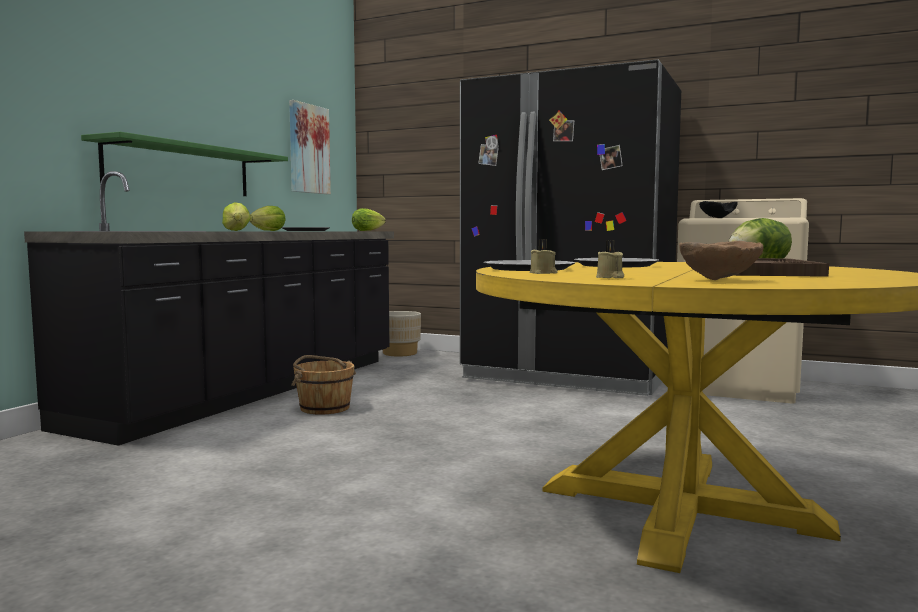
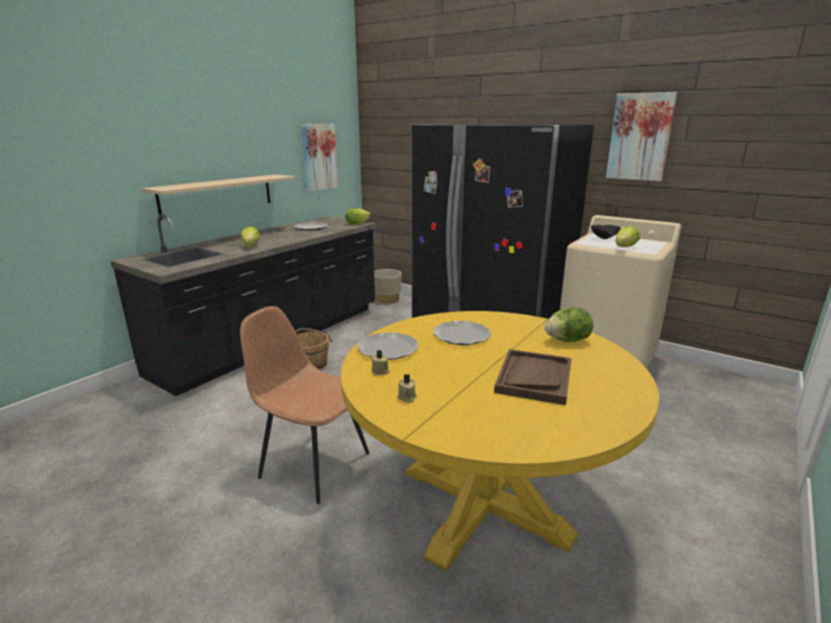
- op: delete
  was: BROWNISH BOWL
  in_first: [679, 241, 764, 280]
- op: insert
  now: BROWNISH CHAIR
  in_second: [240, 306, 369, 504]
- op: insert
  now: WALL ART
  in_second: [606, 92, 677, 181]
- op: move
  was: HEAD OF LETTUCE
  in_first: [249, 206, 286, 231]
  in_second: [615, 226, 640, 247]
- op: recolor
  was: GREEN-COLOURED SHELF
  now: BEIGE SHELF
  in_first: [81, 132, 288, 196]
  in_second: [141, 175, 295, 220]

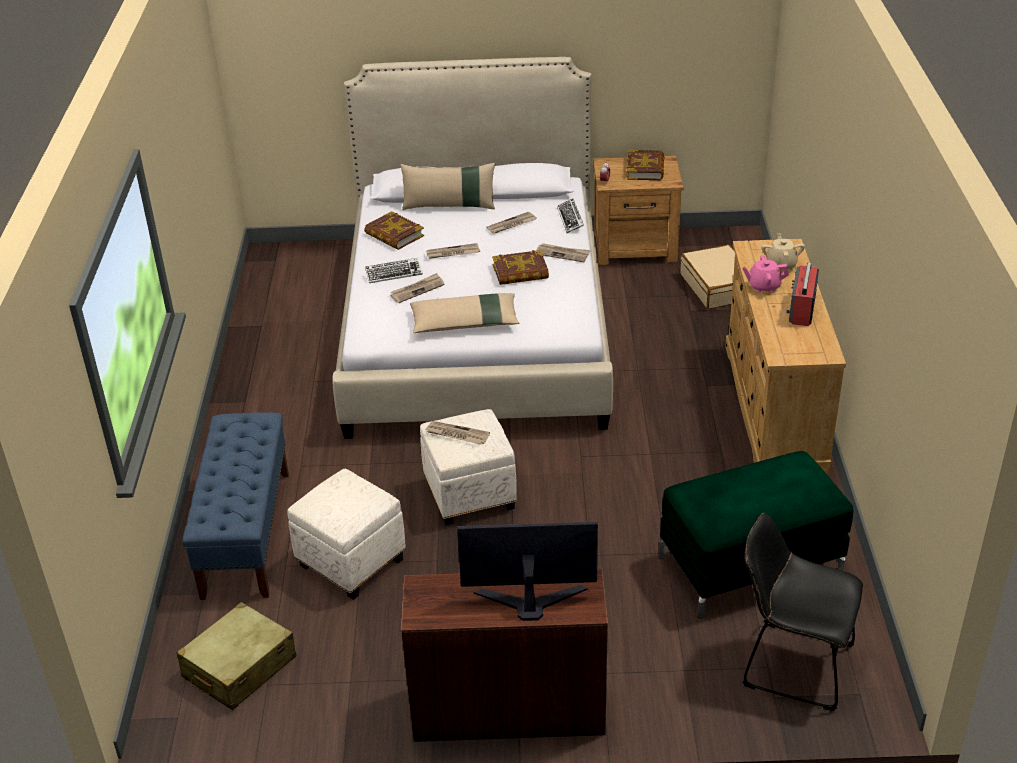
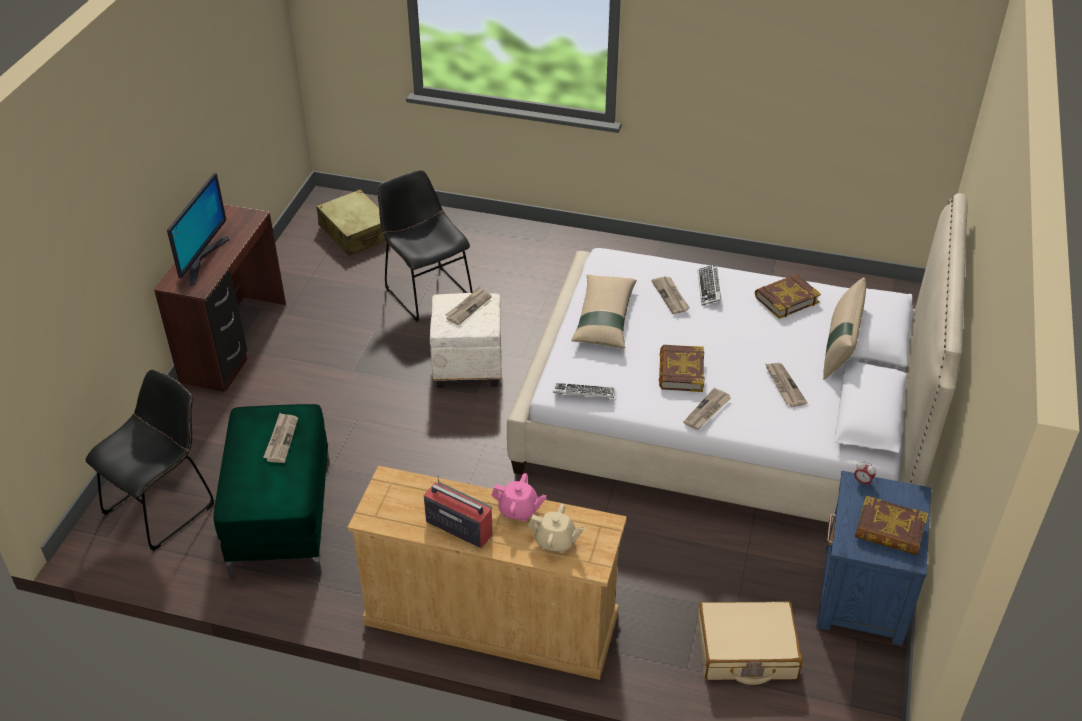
- op: delete
  was: BLUISH INDOOR BENCH
  in_first: [182, 412, 289, 600]
- op: move
  was: NEWSPAPER
  in_first: [426, 243, 480, 259]
  in_second: [263, 413, 298, 463]
- op: move
  was: COMPUTER KEYBOARD
  in_first: [557, 199, 584, 233]
  in_second: [553, 383, 615, 400]
- op: replace
  was: WHITE POUFFE
  now: BLACKISH CHAIR
  in_first: [287, 469, 406, 600]
  in_second: [377, 170, 473, 322]
- op: recolor
  was: BROWNISH NIGHTSTAND
  now: BLUISH NIGHTSTAND
  in_first: [593, 156, 684, 265]
  in_second: [816, 471, 931, 646]
- op: rotate
  was: PINK-COLOURED TEAPOT
  in_first: [742, 255, 789, 293]
  in_second: [491, 473, 547, 521]
  clockwise: 90

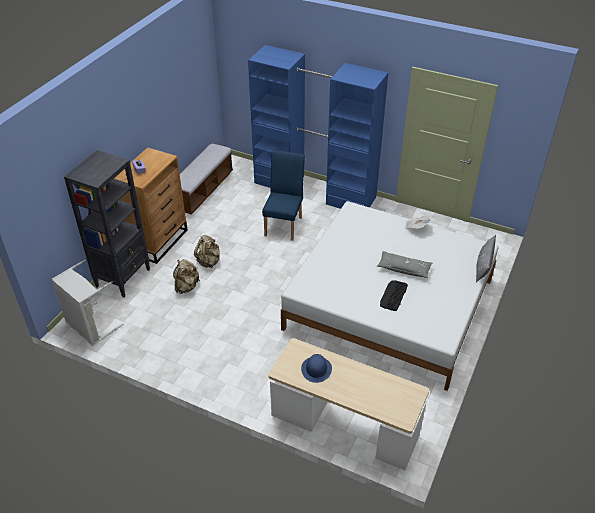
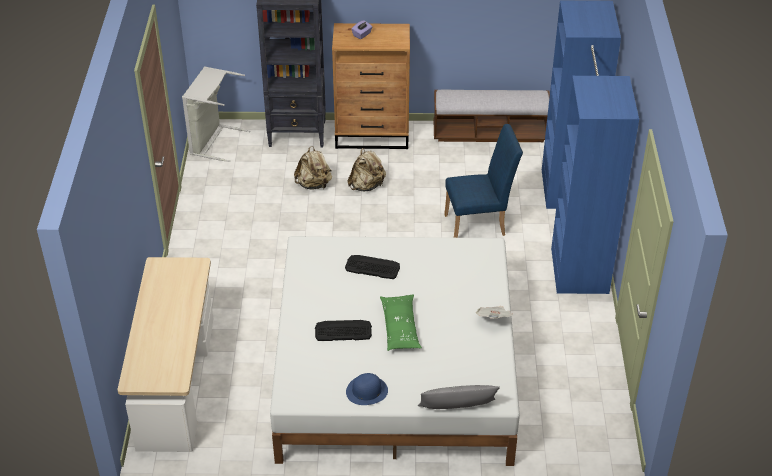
- op: insert
  now: COMPUTER KEYBOARD
  in_second: [345, 255, 400, 279]
- op: move
  was: BLUISH WEARABLE HAT
  in_first: [301, 354, 332, 383]
  in_second: [346, 373, 388, 405]
- op: recolor
  was: GRAY CUSHION
  now: GREEN-COLOURED CUSHION
  in_first: [377, 251, 432, 278]
  in_second: [380, 295, 422, 351]

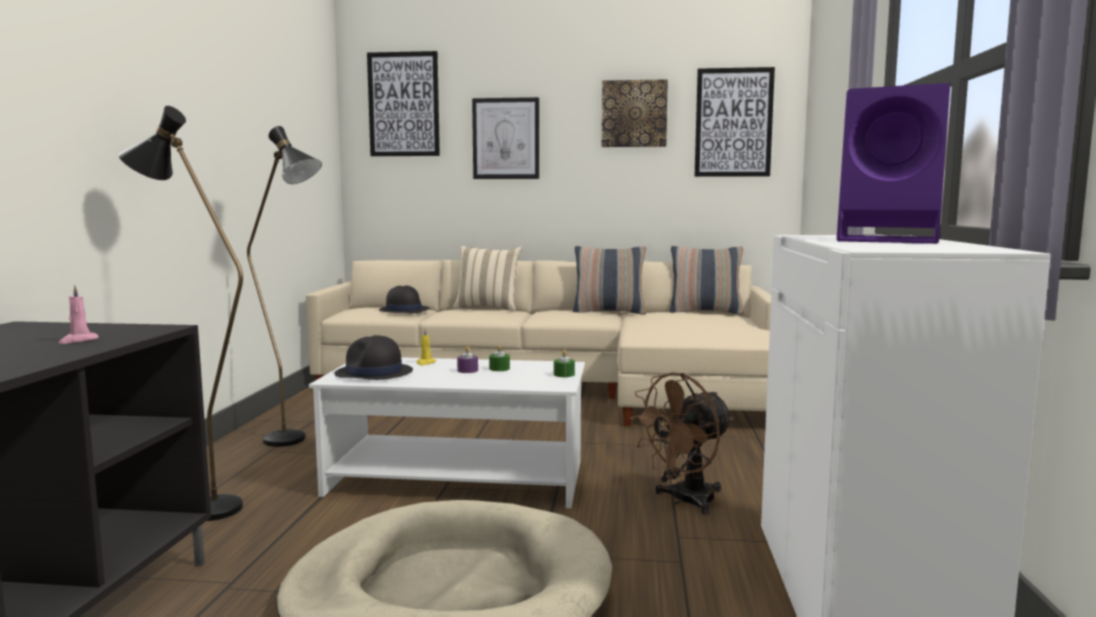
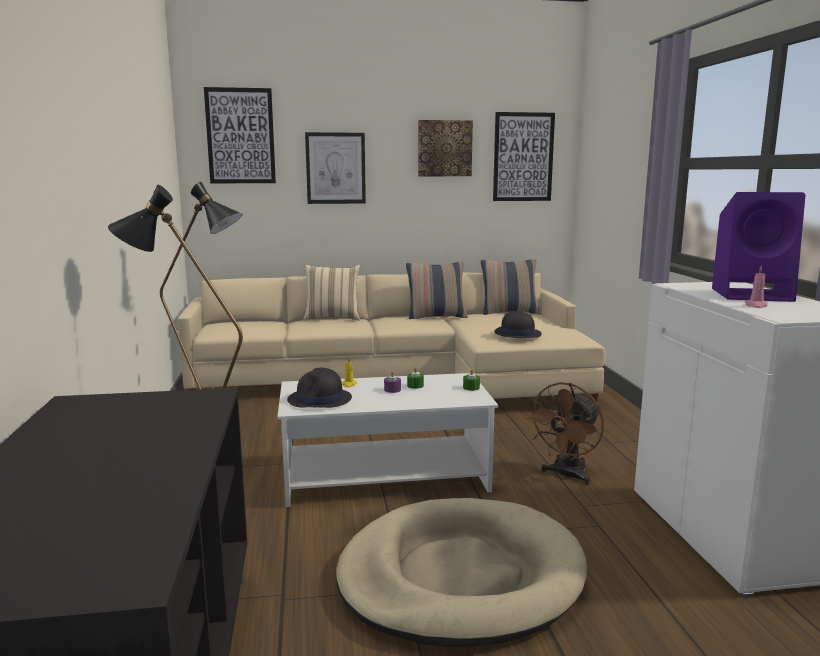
- op: move
  was: PINK-COLOURED CANDLE
  in_first: [58, 285, 99, 344]
  in_second: [745, 265, 768, 308]
- op: move
  was: BLACKISH WEARABLE HAT
  in_first: [379, 285, 430, 314]
  in_second: [494, 311, 541, 338]

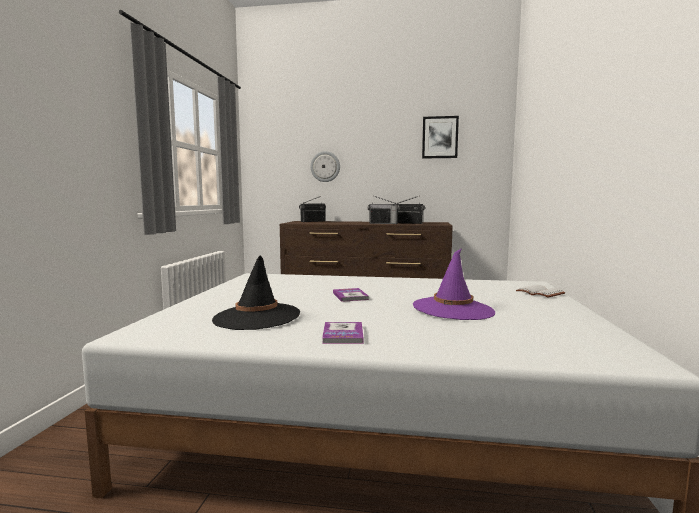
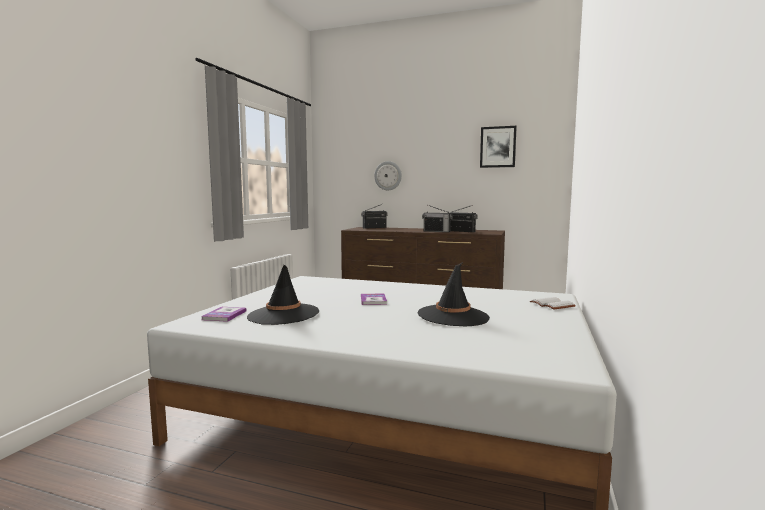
- op: move
  was: BOOK
  in_first: [322, 322, 364, 344]
  in_second: [202, 307, 246, 322]
- op: recolor
  was: PURPLE-COLOURED WEARABLE HAT
  now: BLACKISH WEARABLE HAT
  in_first: [413, 248, 495, 320]
  in_second: [417, 262, 490, 326]

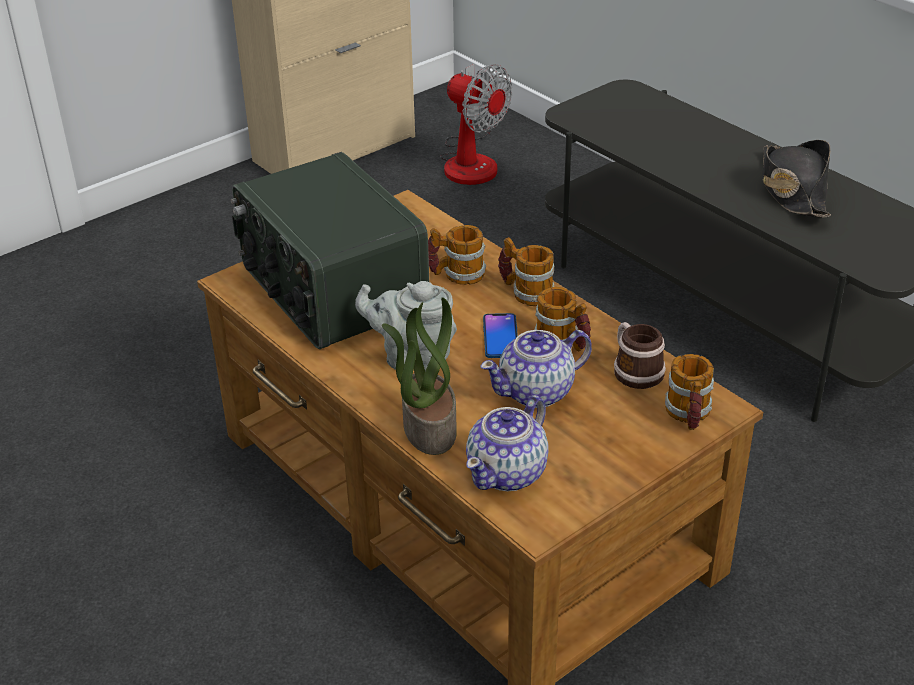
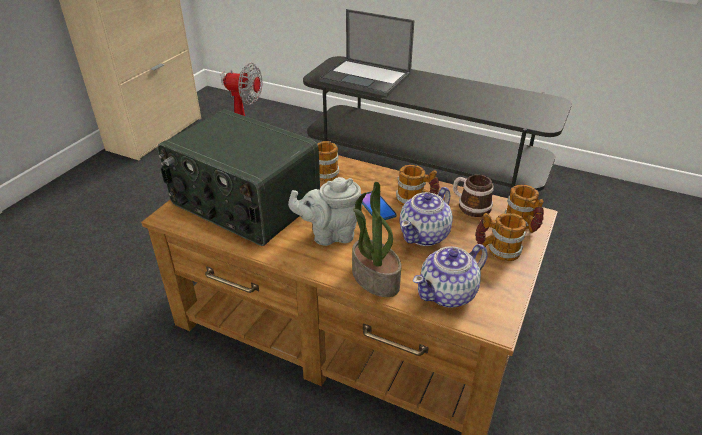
- op: delete
  was: BLACKISH WEARABLE HAT
  in_first: [762, 140, 831, 218]
- op: insert
  now: LAPTOP
  in_second: [319, 9, 415, 97]
- op: move
  was: COFFEE MUG
  in_first: [498, 237, 554, 306]
  in_second: [475, 213, 527, 261]
- op: rotate
  was: TEAPOT
  in_first: [466, 395, 549, 491]
  in_second: [413, 244, 488, 308]
  clockwise: 45

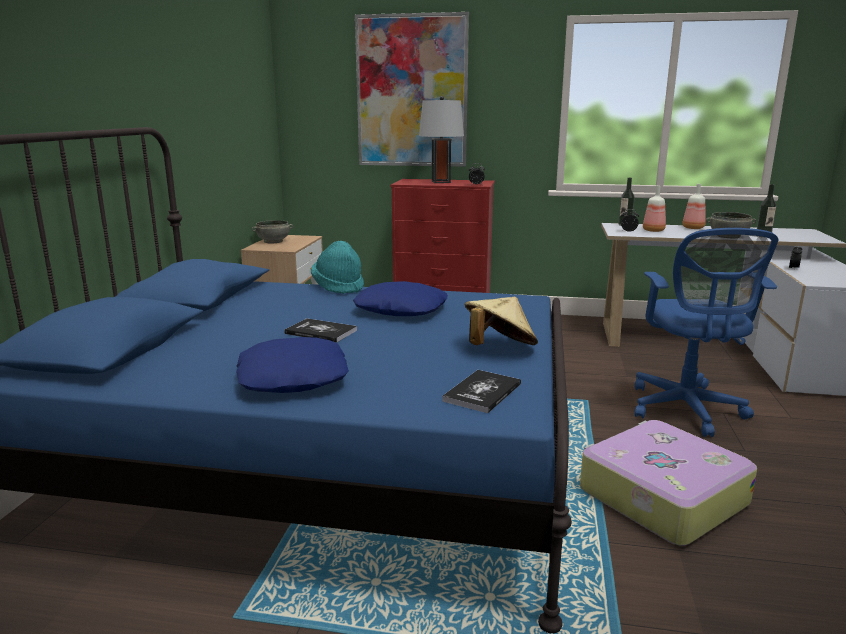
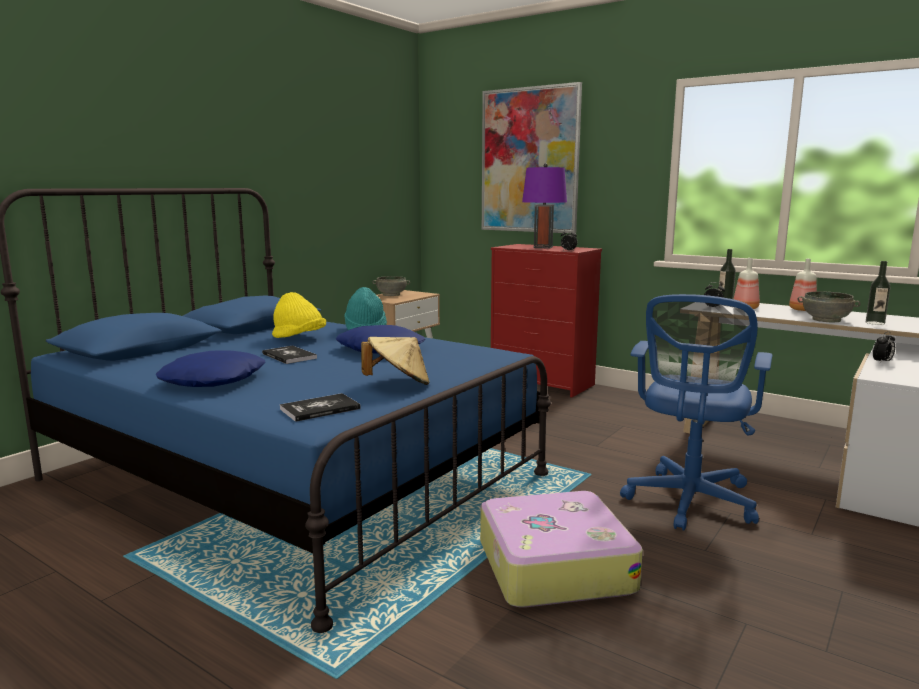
- op: insert
  now: YELLOWISH WEARABLE HAT
  in_second: [272, 292, 326, 338]
- op: recolor
  was: GRAY LAMP FOR A TABLE
  now: PURPLE-COLOURED LAMP FOR A TABLE
  in_first: [419, 96, 464, 183]
  in_second: [522, 163, 567, 249]

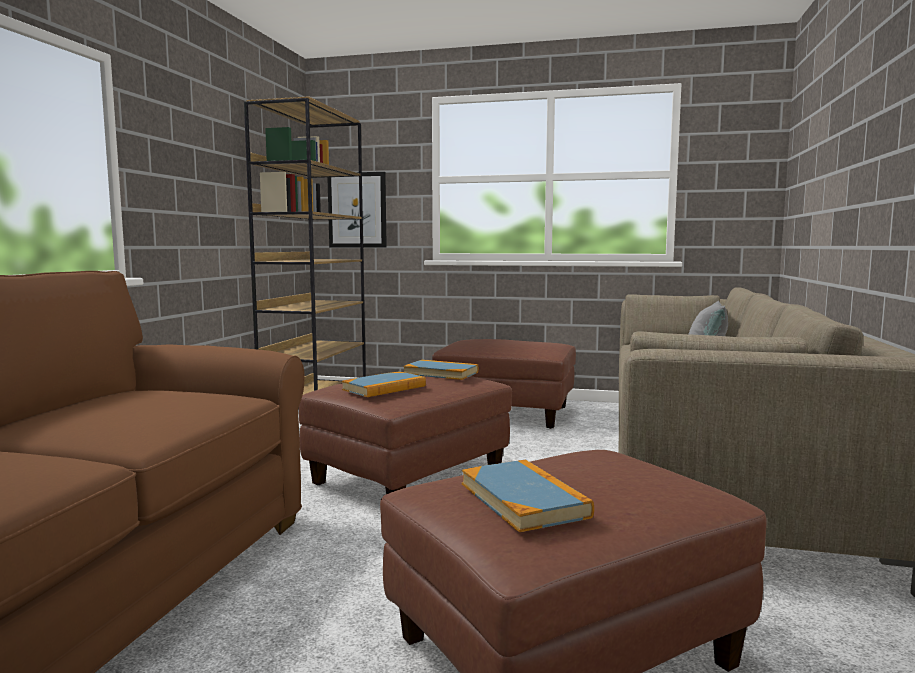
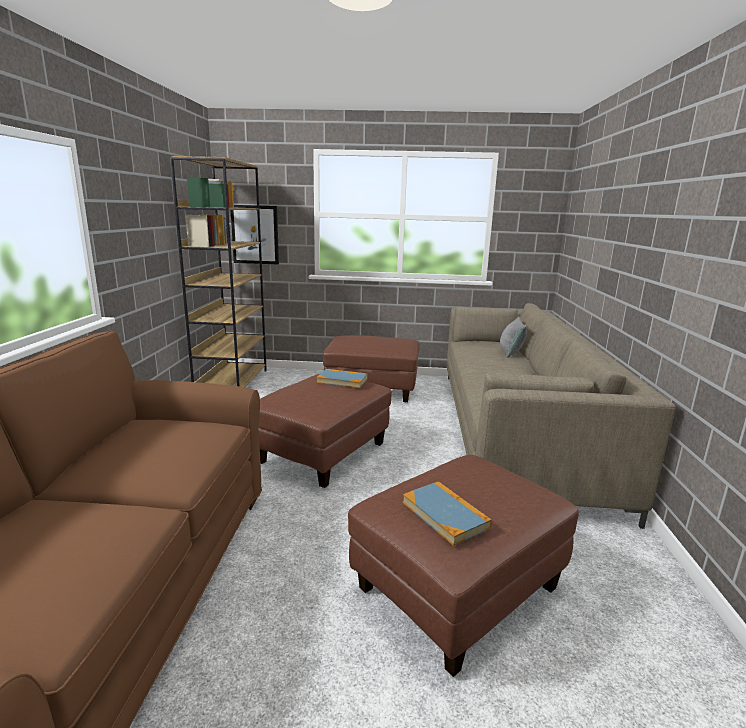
- op: delete
  was: BOOK
  in_first: [342, 372, 426, 397]

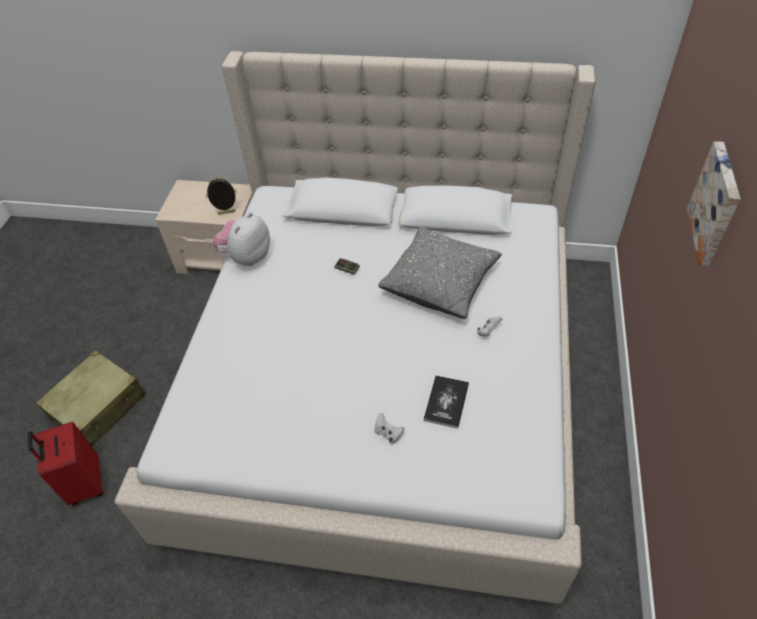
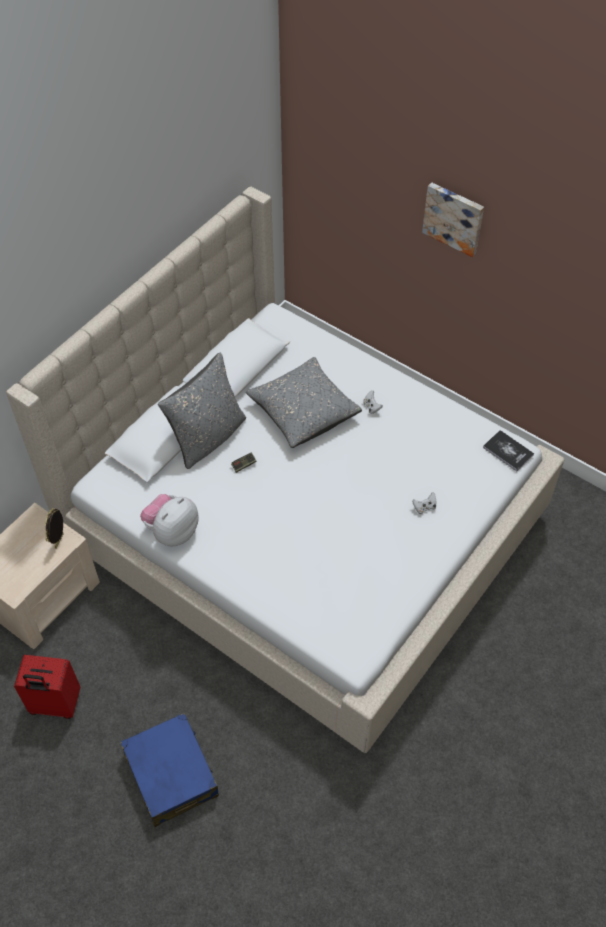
- op: insert
  now: GRAY CUSHION
  in_second: [158, 353, 246, 469]
- op: move
  was: RED-COLOURED TRAVEL CASE
  in_first: [28, 422, 103, 505]
  in_second: [14, 655, 81, 719]
- op: move
  was: BOOK
  in_first: [424, 375, 469, 429]
  in_second: [483, 430, 534, 471]
- op: recolor
  was: BEIGE TRAVEL CASE
  now: BLUISH TRAVEL CASE
  in_first: [36, 350, 146, 446]
  in_second: [120, 713, 219, 827]
- op: rotate
  was: SOFT TOY
  in_first: [213, 212, 270, 266]
  in_second: [140, 494, 198, 546]
  clockwise: 75

